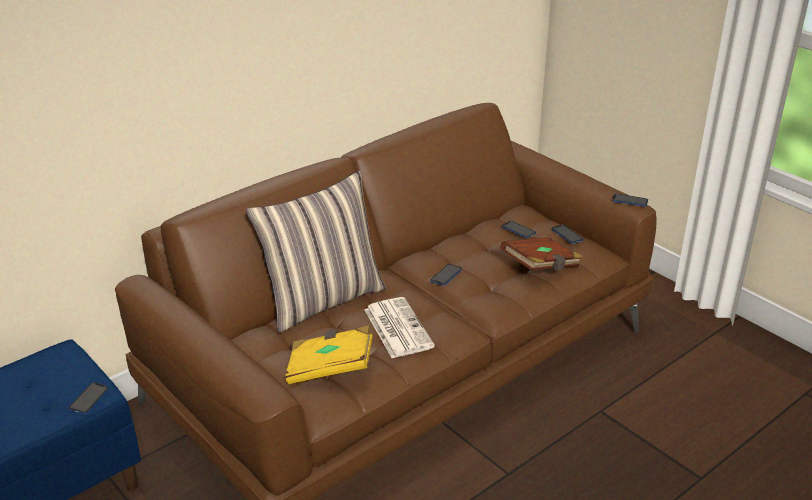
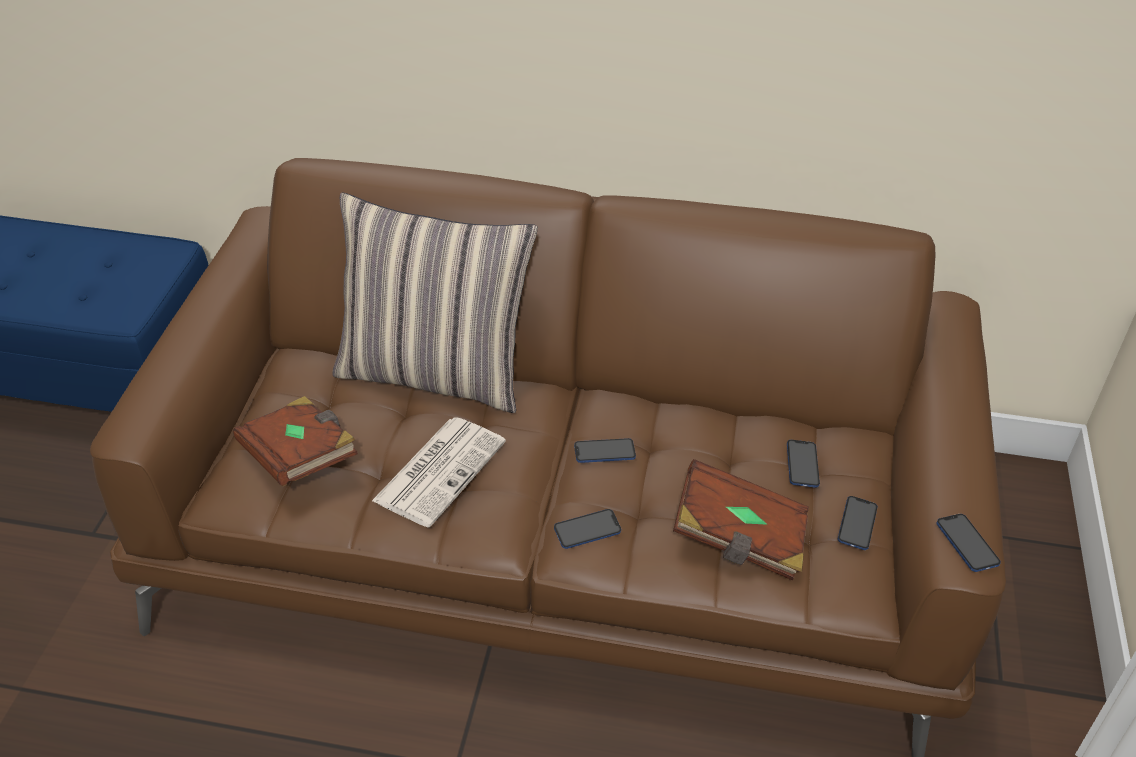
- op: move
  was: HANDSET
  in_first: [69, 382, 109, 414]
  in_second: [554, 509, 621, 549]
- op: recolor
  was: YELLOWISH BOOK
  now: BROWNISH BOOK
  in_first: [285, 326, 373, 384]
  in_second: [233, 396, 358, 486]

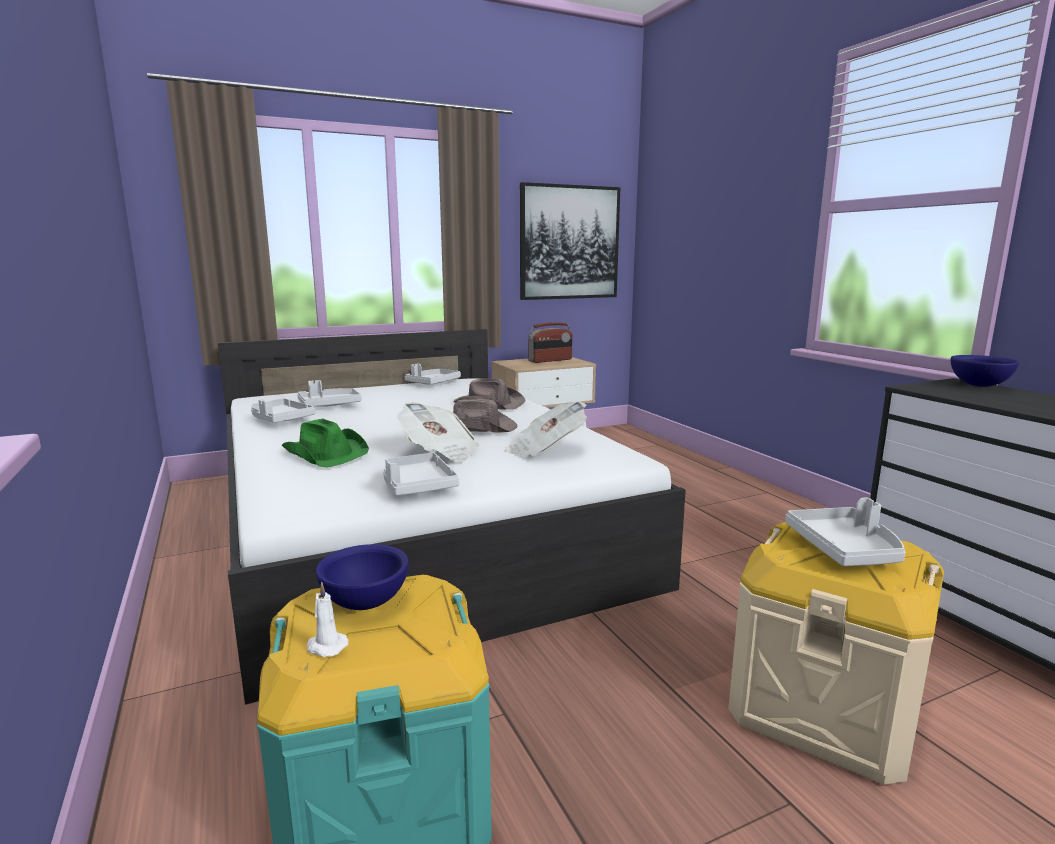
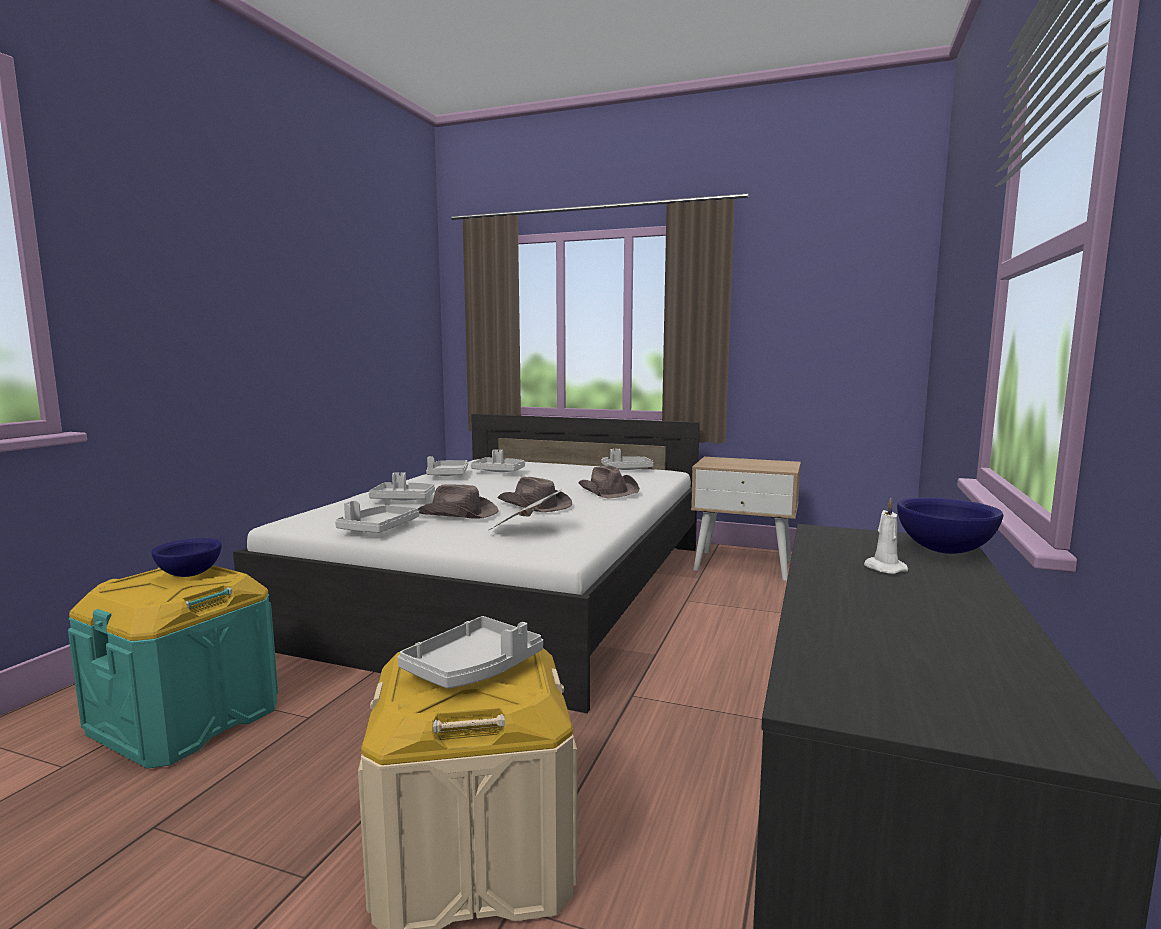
- op: delete
  was: WALL ART
  in_first: [520, 182, 620, 300]
- op: delete
  was: RADIO
  in_first: [528, 322, 572, 363]
- op: move
  was: WHITE CANDLE
  in_first: [307, 582, 349, 657]
  in_second: [864, 498, 908, 574]
- op: replace
  was: GREEN-COLOURED WEARABLE HAT
  now: GRAY CARRYING TRAY
  in_first: [282, 419, 369, 468]
  in_second: [369, 472, 435, 500]
- op: replace
  was: NEWSPAPER
  now: BROWNISH WEARABLE HAT
  in_first: [397, 402, 479, 462]
  in_second: [418, 484, 499, 519]

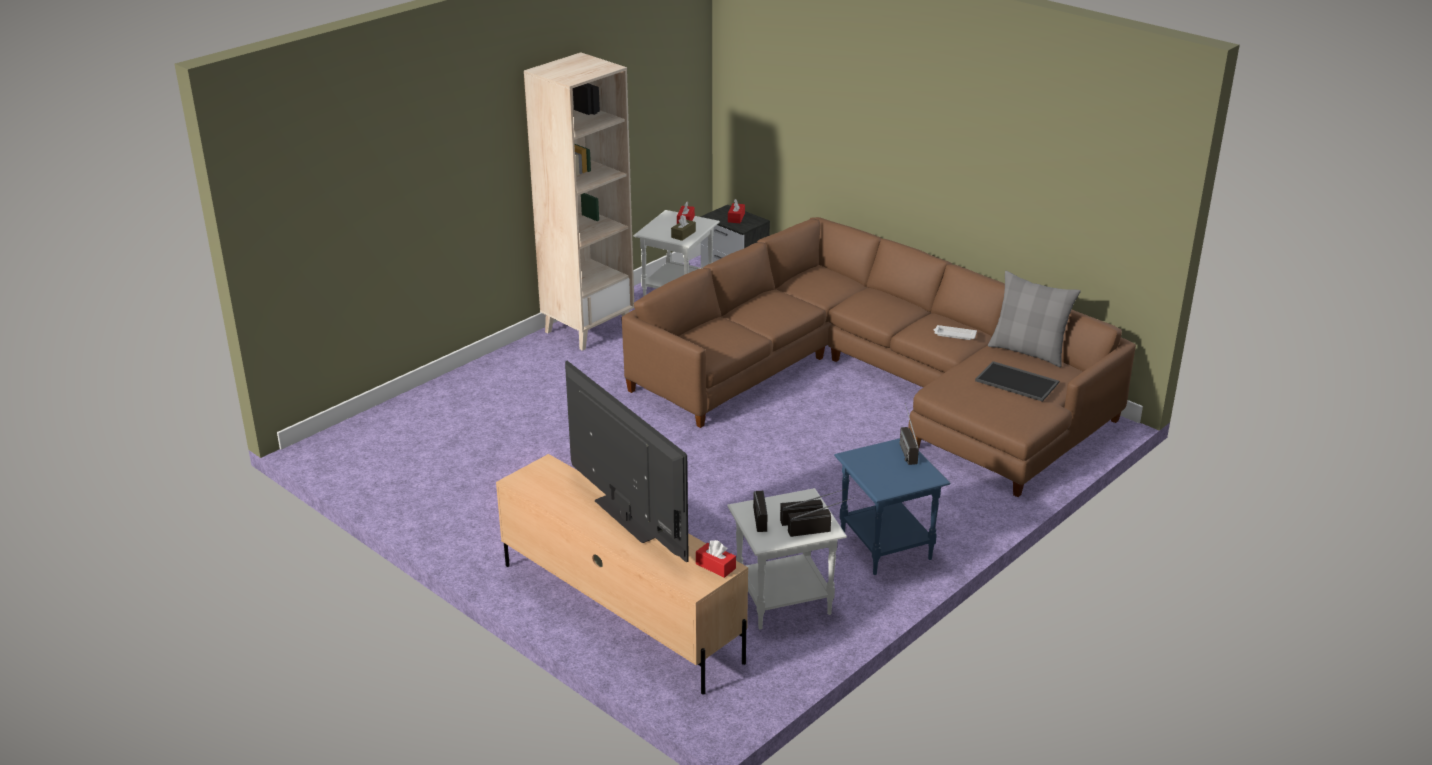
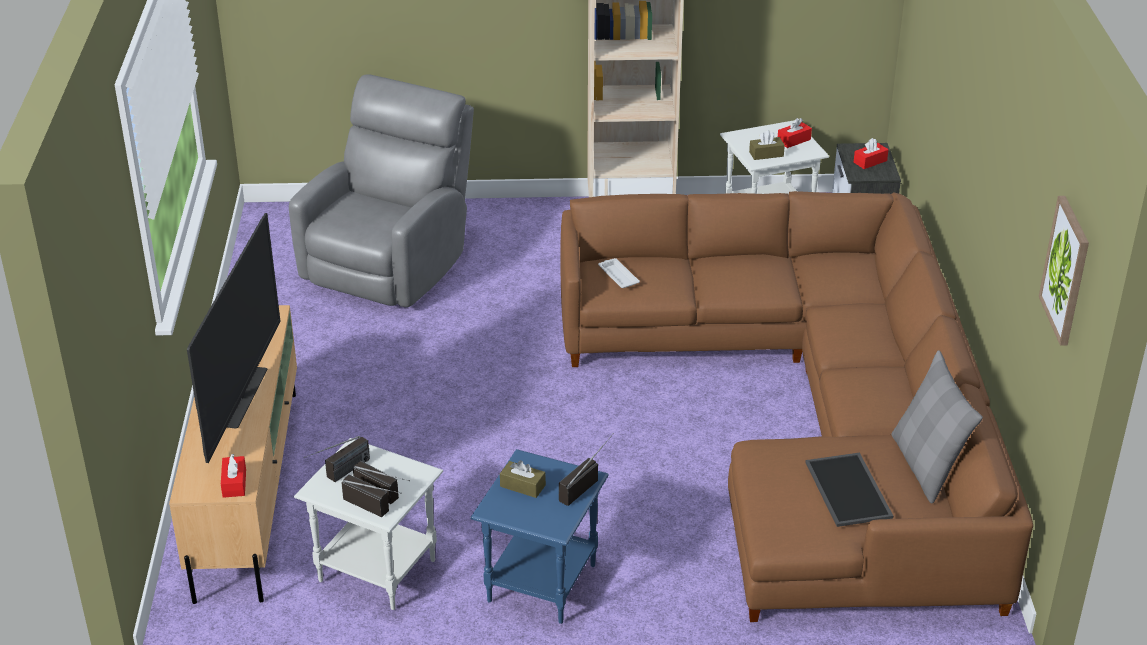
- op: insert
  now: GRAY EASY CHAIR
  in_second: [289, 74, 474, 307]
- op: insert
  now: BROWNISH BOX OF TISSUES
  in_second: [500, 460, 546, 498]
- op: insert
  now: WALL ART
  in_second: [1039, 196, 1089, 346]
- op: move
  was: WHITE CARRYING TRAY
  in_first: [934, 325, 977, 340]
  in_second: [598, 258, 640, 288]

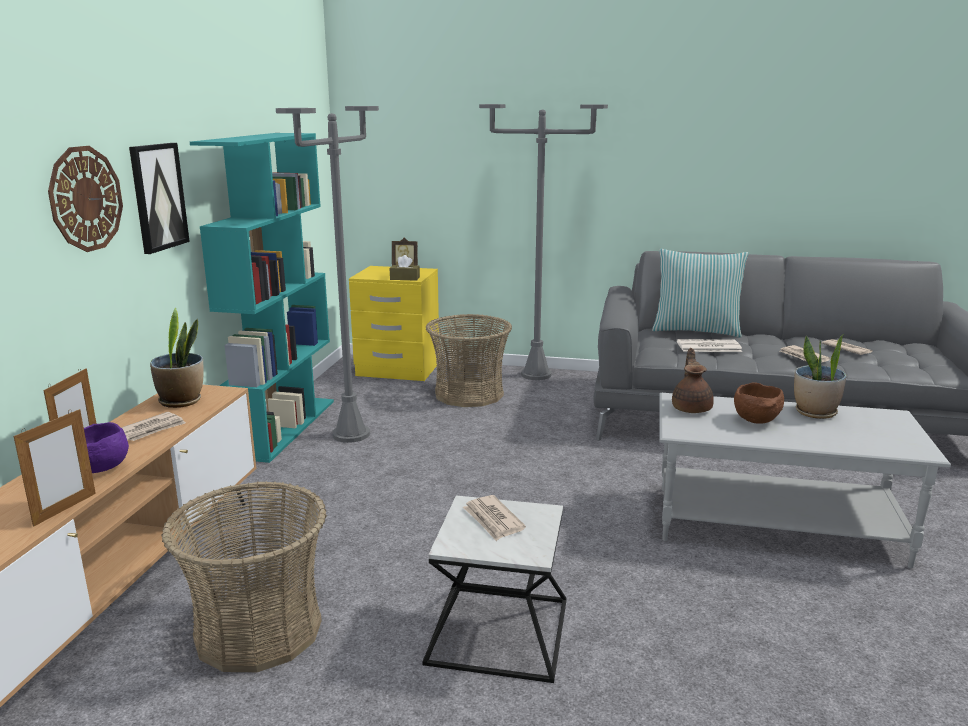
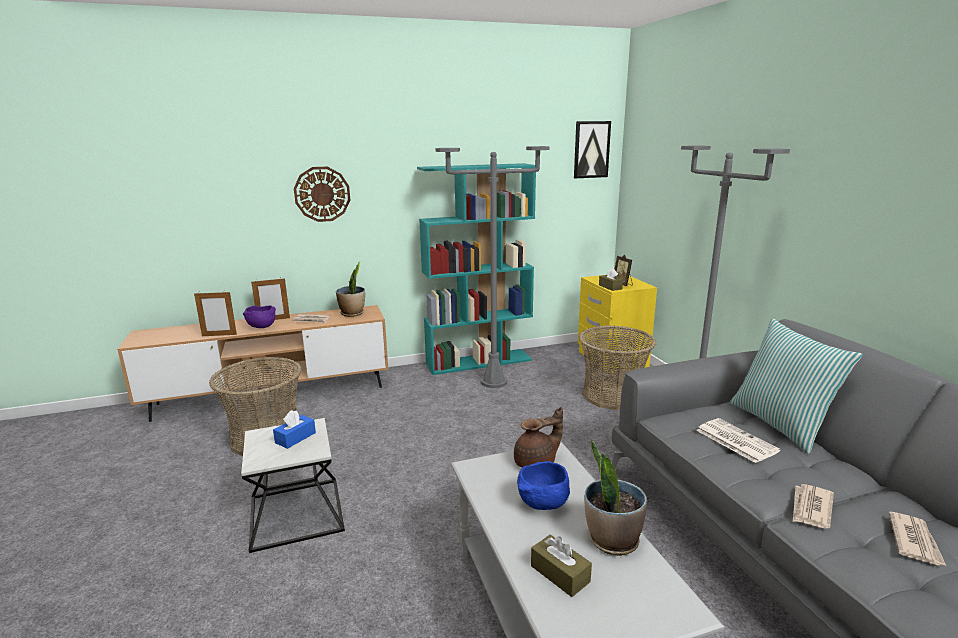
- op: insert
  now: BROWNISH BOX OF TISSUES
  in_second: [531, 535, 592, 597]
- op: move
  was: WALL ART
  in_first: [129, 143, 190, 254]
  in_second: [574, 121, 611, 178]
- op: replace
  was: NEWSPAPER
  now: BLUISH BOX OF TISSUES
  in_first: [463, 495, 526, 541]
  in_second: [273, 410, 316, 449]
- op: recolor
  was: BROWNISH BOWL
  now: BLUISH BOWL
  in_first: [734, 382, 784, 424]
  in_second: [517, 461, 570, 510]

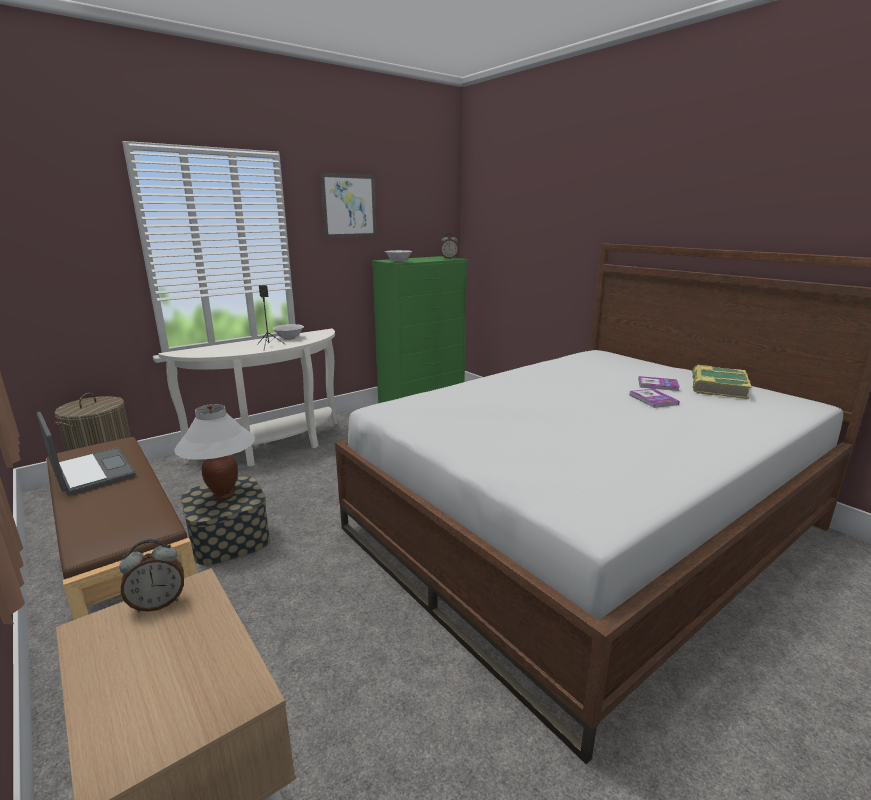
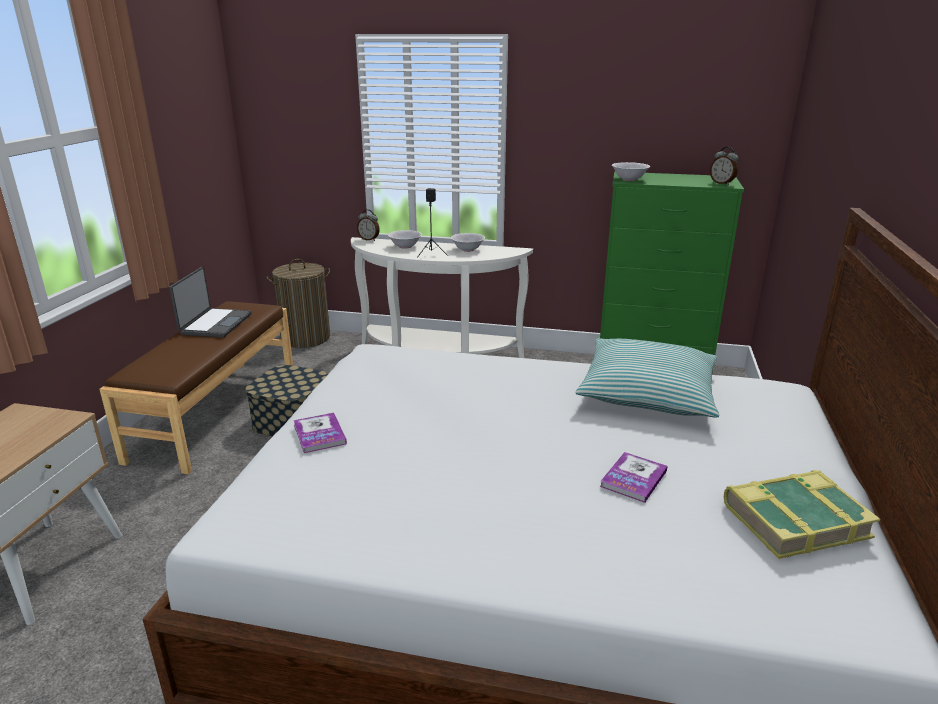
- op: delete
  was: WHITE LAMP FOR A TABLE
  in_first: [174, 404, 255, 501]
- op: delete
  was: WALL ART
  in_first: [320, 172, 377, 238]
- op: insert
  now: WHITE BOWL
  in_second: [388, 230, 422, 249]
- op: insert
  now: CUSHION
  in_second: [576, 338, 719, 418]
- op: move
  was: BEDSIDE CLOCK
  in_first: [119, 539, 184, 612]
  in_second: [357, 209, 380, 241]
- op: move
  was: BOOK
  in_first: [638, 376, 680, 391]
  in_second: [293, 413, 347, 453]

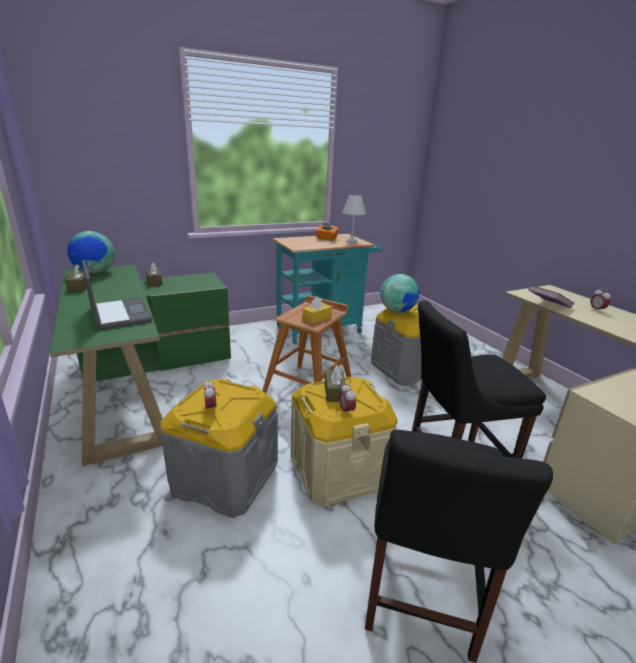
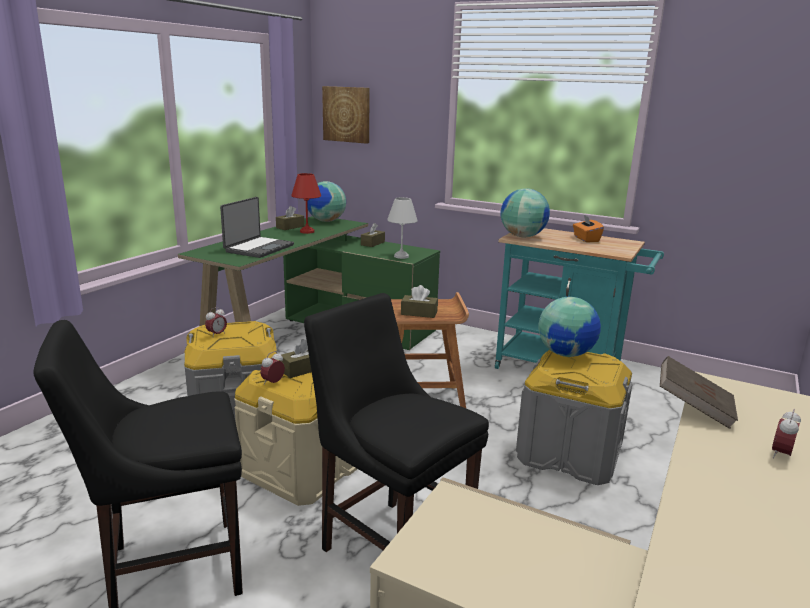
- op: insert
  now: RED-COLOURED LAMP FOR A TABLE
  in_second: [291, 173, 321, 234]
- op: insert
  now: WALL ART
  in_second: [322, 86, 370, 144]
- op: insert
  now: WORLD GLOBE
  in_second: [501, 188, 550, 237]
- op: move
  was: WHITE LAMP FOR A TABLE
  in_first: [343, 195, 366, 243]
  in_second: [387, 197, 418, 259]
- op: recolor
  was: YELLOWISH BOX OF TISSUES
  now: BROWNISH BOX OF TISSUES
  in_first: [303, 296, 332, 324]
  in_second: [401, 285, 438, 318]
- op: recolor
  was: PURPLE-COLOURED BOOK
  now: BROWNISH BOOK
  in_first: [528, 285, 574, 308]
  in_second: [660, 356, 738, 429]

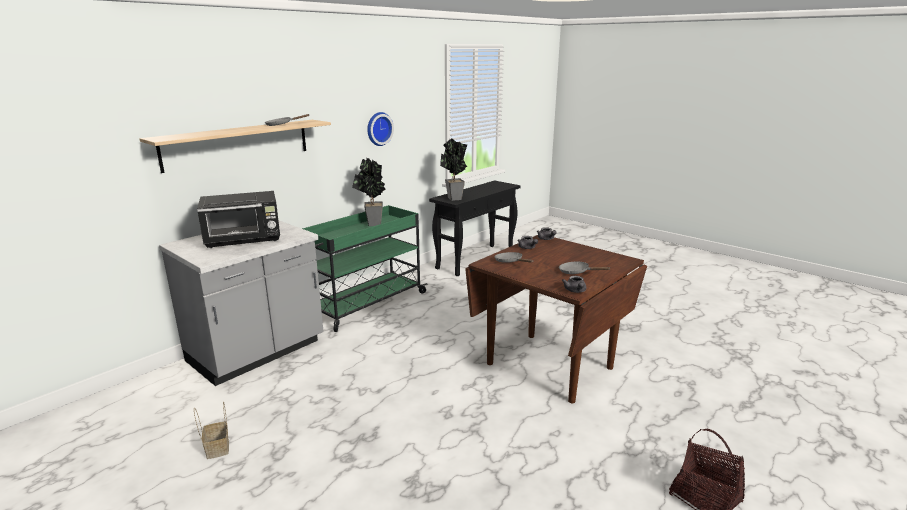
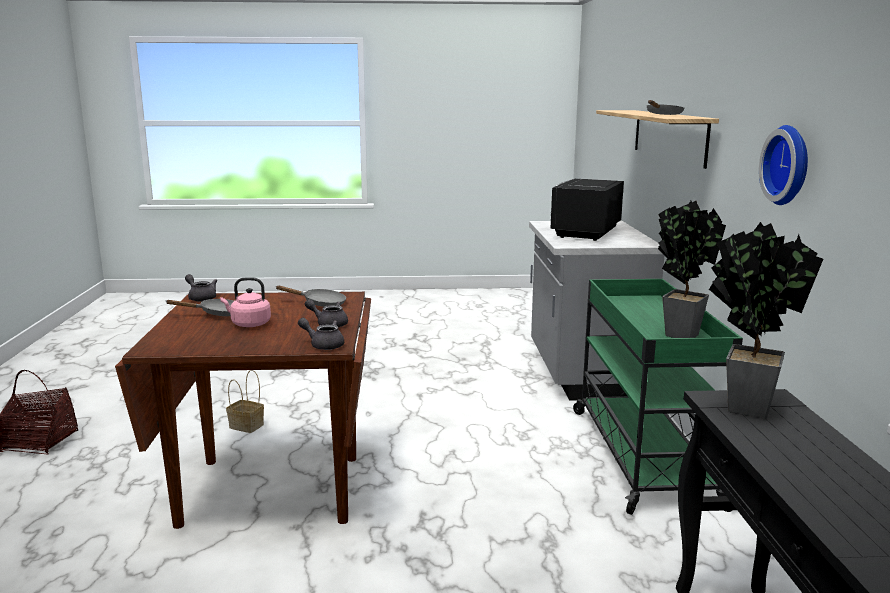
- op: insert
  now: PINK-COLOURED TEA KETTLE
  in_second: [220, 277, 271, 327]
- op: move
  was: STORAGE BASKET
  in_first: [194, 402, 229, 459]
  in_second: [226, 370, 264, 433]

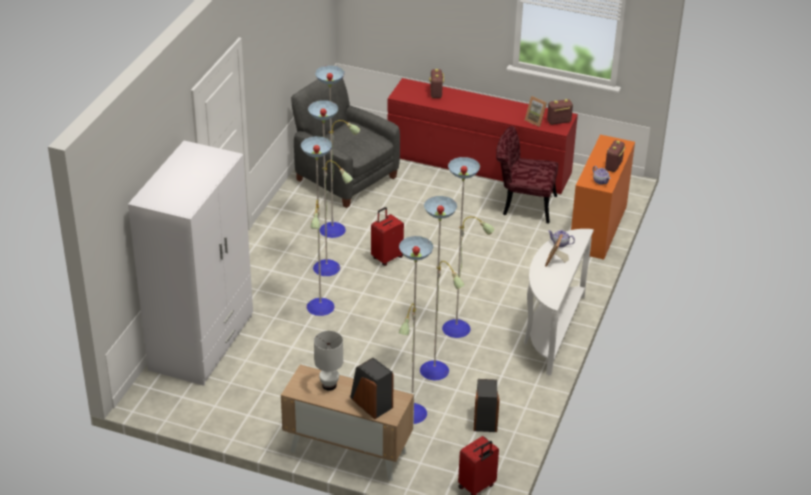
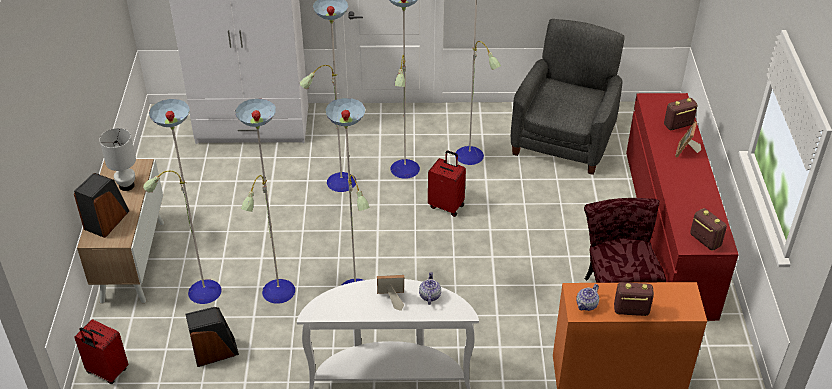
- op: move
  was: PHOTO FRAME
  in_first: [525, 96, 547, 127]
  in_second: [675, 121, 701, 157]

